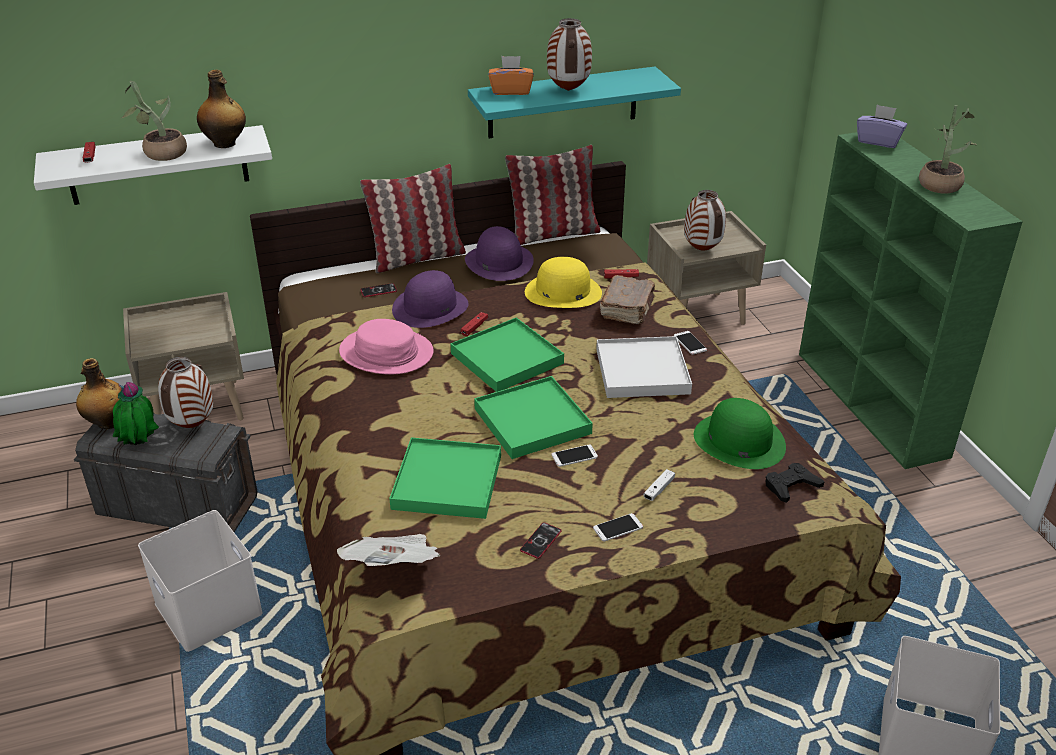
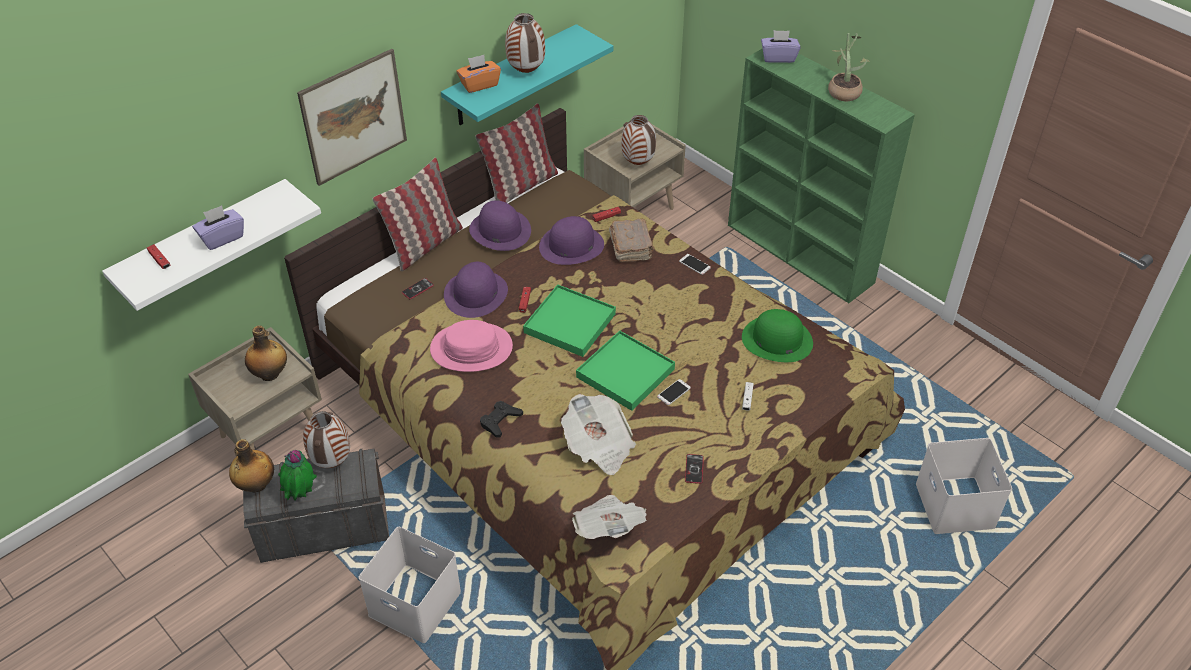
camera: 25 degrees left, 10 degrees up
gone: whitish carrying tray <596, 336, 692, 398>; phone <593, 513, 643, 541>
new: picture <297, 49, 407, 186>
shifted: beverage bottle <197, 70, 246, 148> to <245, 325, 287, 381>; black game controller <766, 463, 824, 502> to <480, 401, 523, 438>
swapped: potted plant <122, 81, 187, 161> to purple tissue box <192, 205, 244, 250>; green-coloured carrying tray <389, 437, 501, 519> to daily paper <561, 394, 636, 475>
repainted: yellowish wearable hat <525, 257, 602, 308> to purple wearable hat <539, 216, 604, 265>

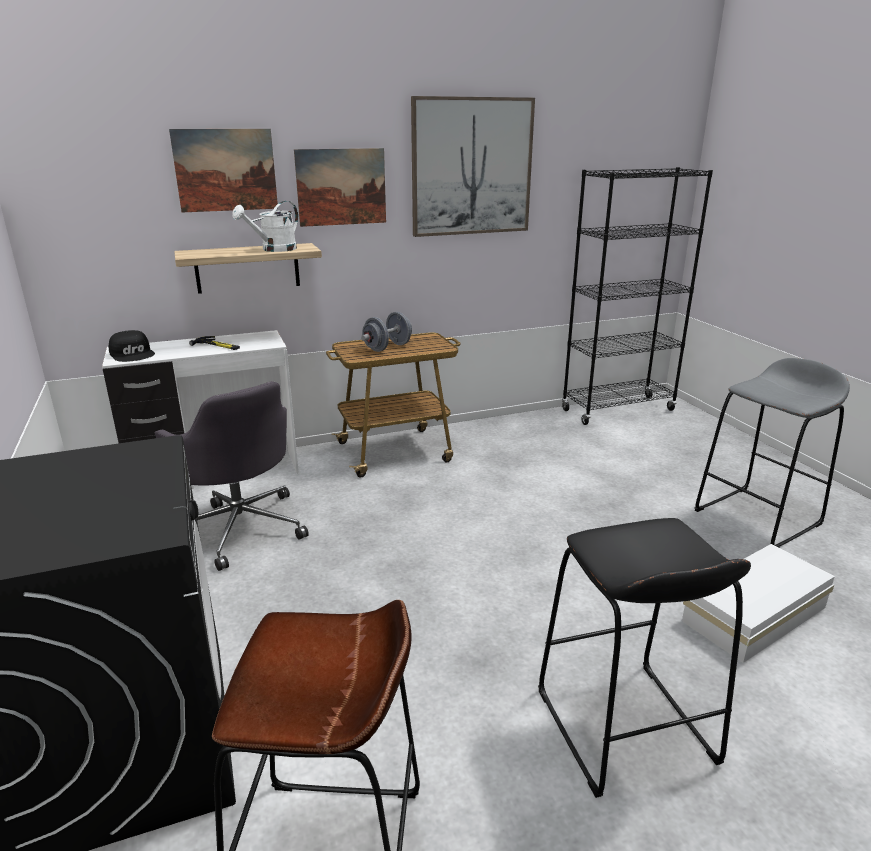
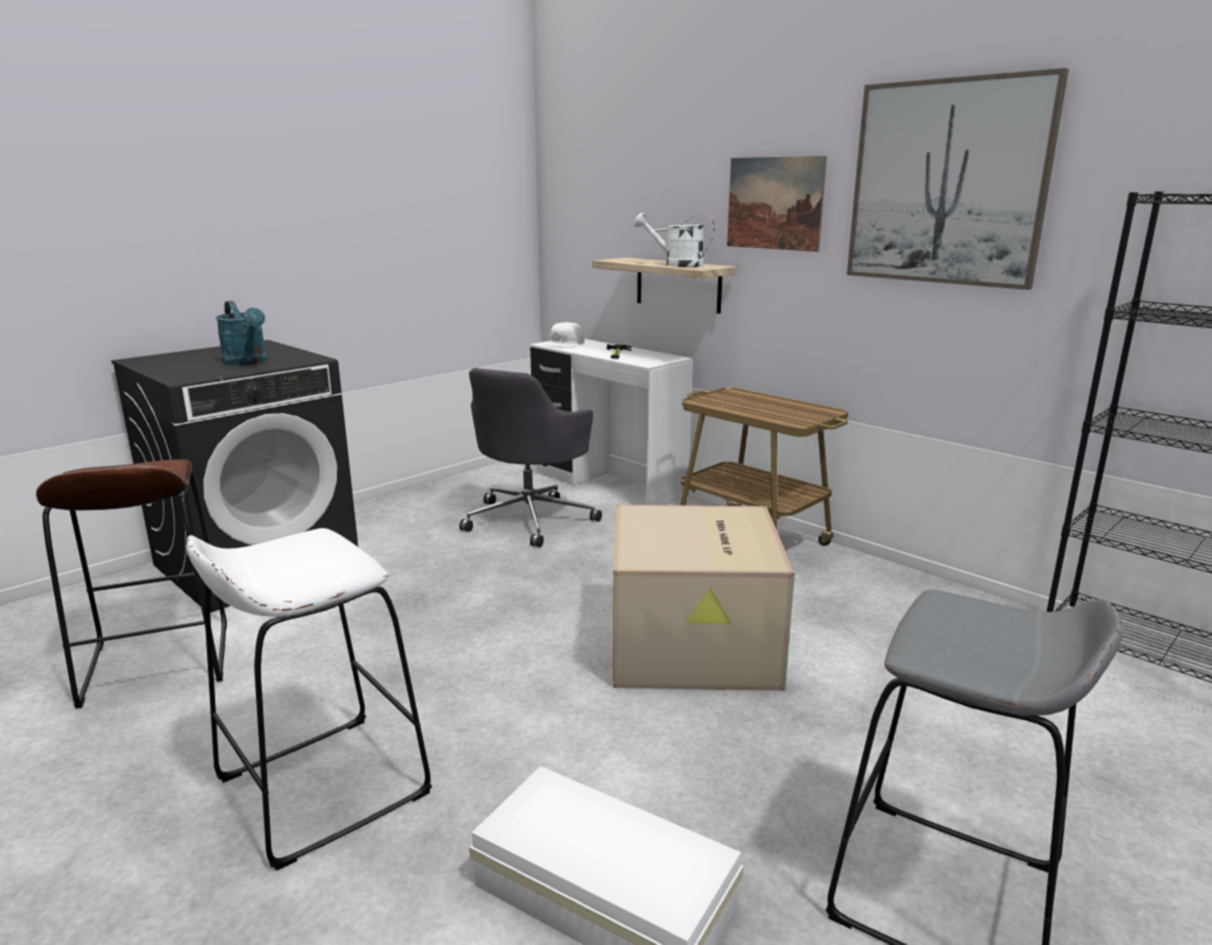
camera: 65 degrees right, 5 degrees down
gone: picture <169, 129, 278, 212>; grey hand weight <361, 312, 412, 352>
new: turquoise sprinkling can <216, 301, 267, 366>; carton <613, 505, 795, 691>
repainted: black cap <108, 330, 155, 362> to whitish cap <544, 322, 585, 347>; black sitting stool <538, 518, 751, 798> to whitish sitting stool <187, 528, 432, 871>

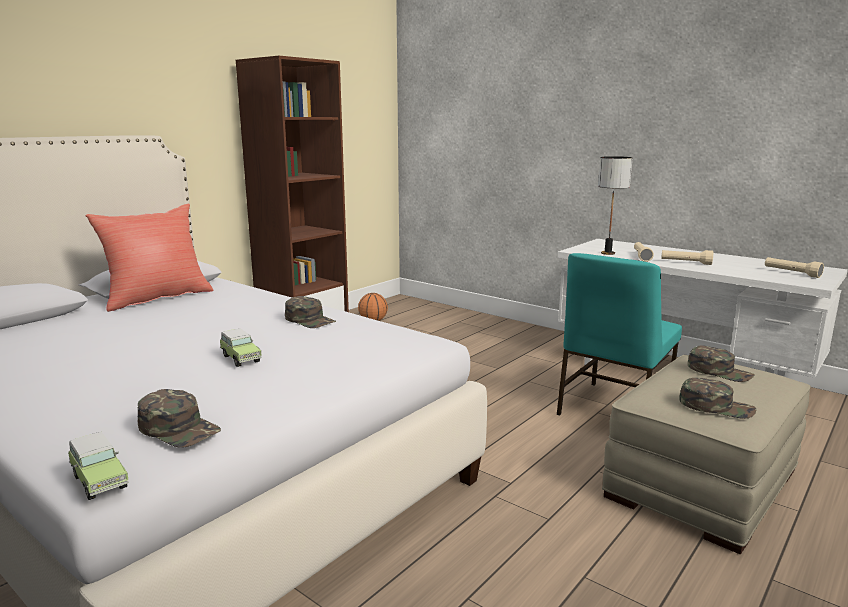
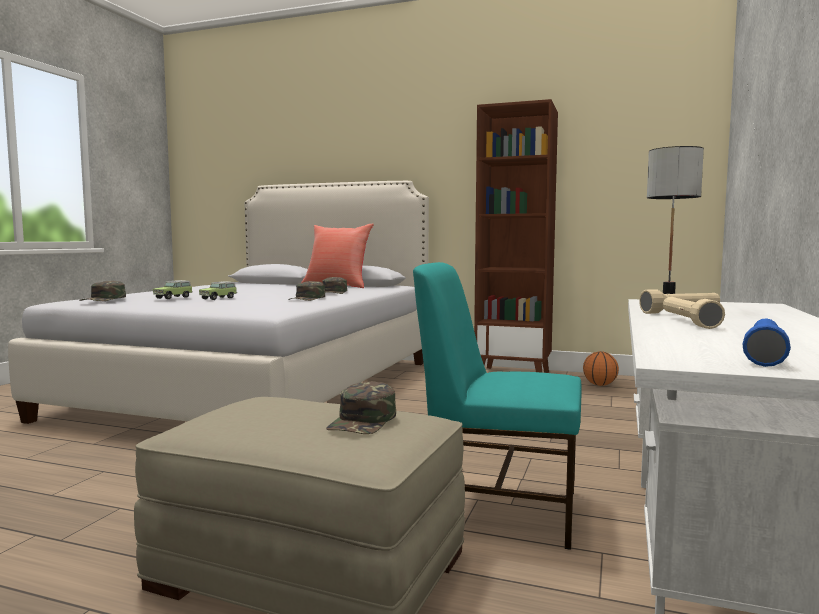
camera: 70 degrees right, 10 degrees down
shifted: green-coloured cap <679, 378, 756, 419> to <322, 277, 347, 294>; toy car <68, 432, 129, 500> to <153, 280, 193, 299>
repainted: beige-coloured hand torch <765, 257, 824, 278> to blue-coloured hand torch <742, 318, 791, 367>

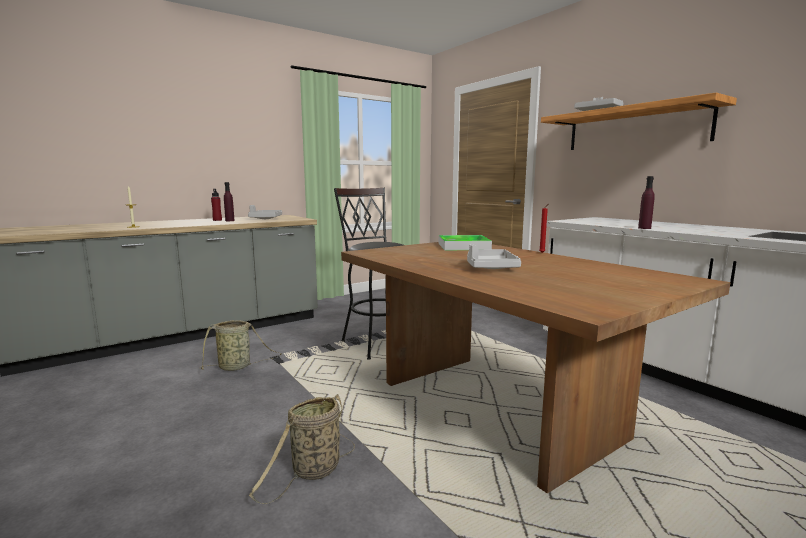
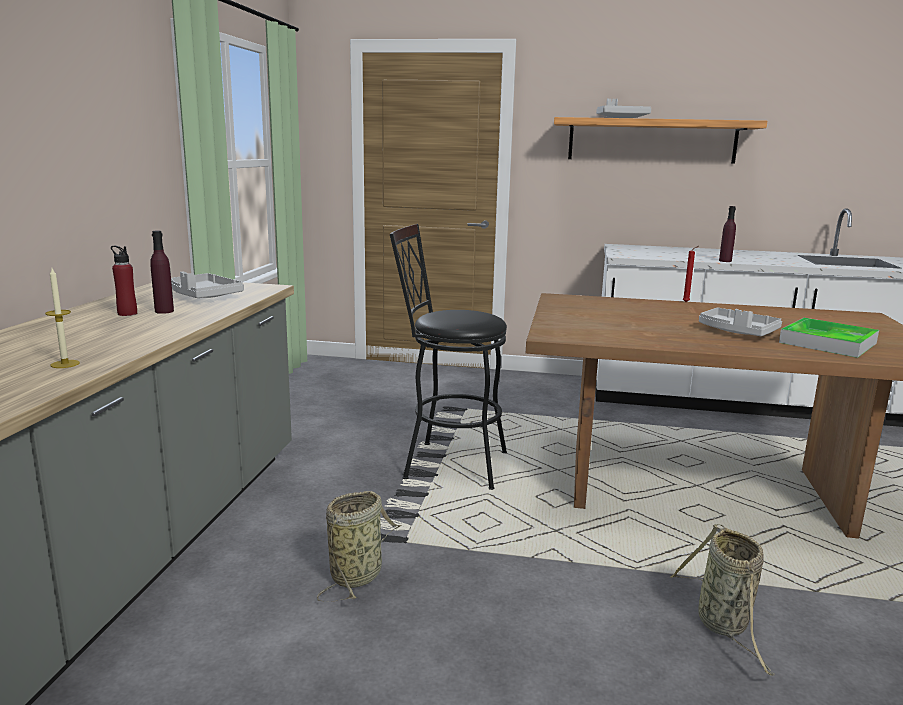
camera: 45 degrees left, 5 degrees up
shifted: carrying tray <439, 235, 492, 250> to <779, 318, 879, 358>

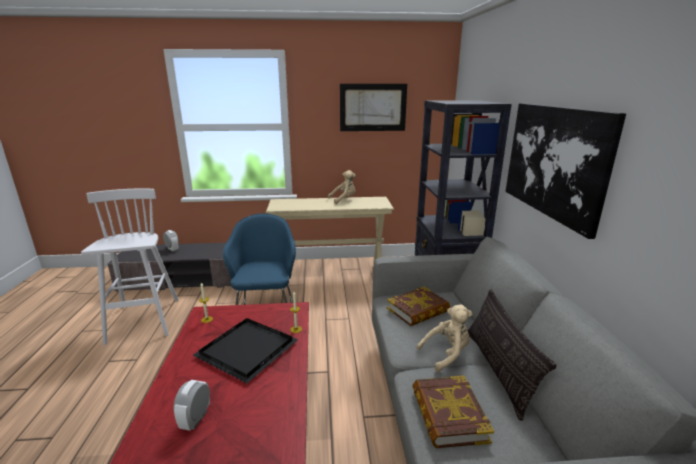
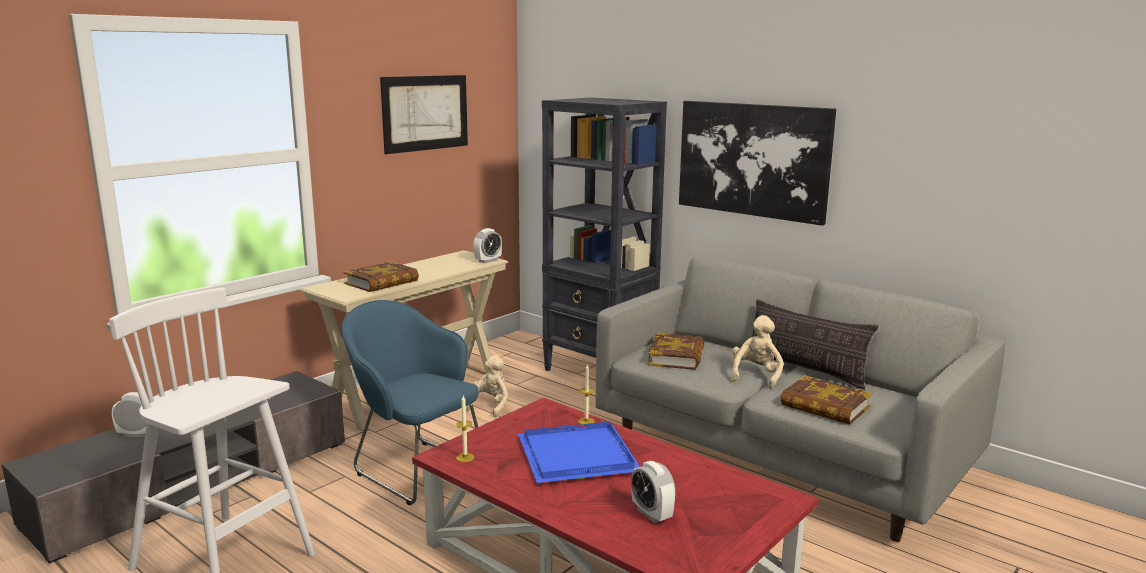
camera: 45 degrees left, 5 degrees down
new: table clock <474, 228, 502, 263>; volume <344, 261, 419, 292>
shifted: beige-coloured soft toy <328, 170, 356, 204> to <466, 355, 508, 417>
repainted: black carrying tray <193, 318, 298, 383> to blue-coloured carrying tray <518, 422, 640, 483>

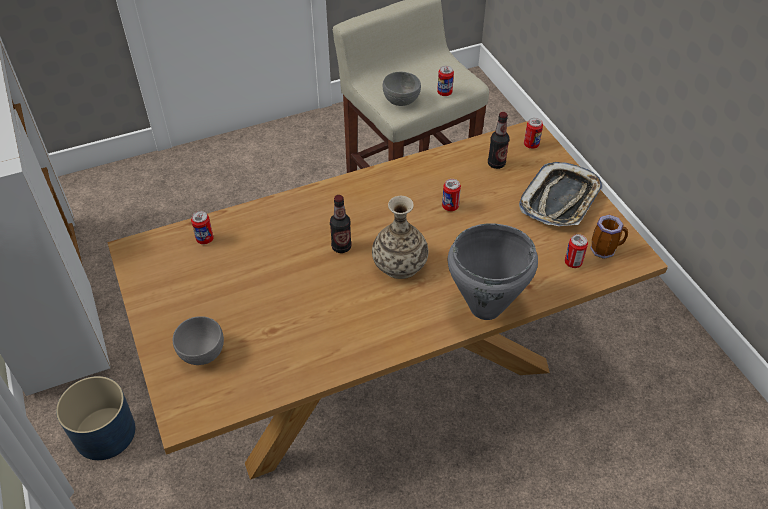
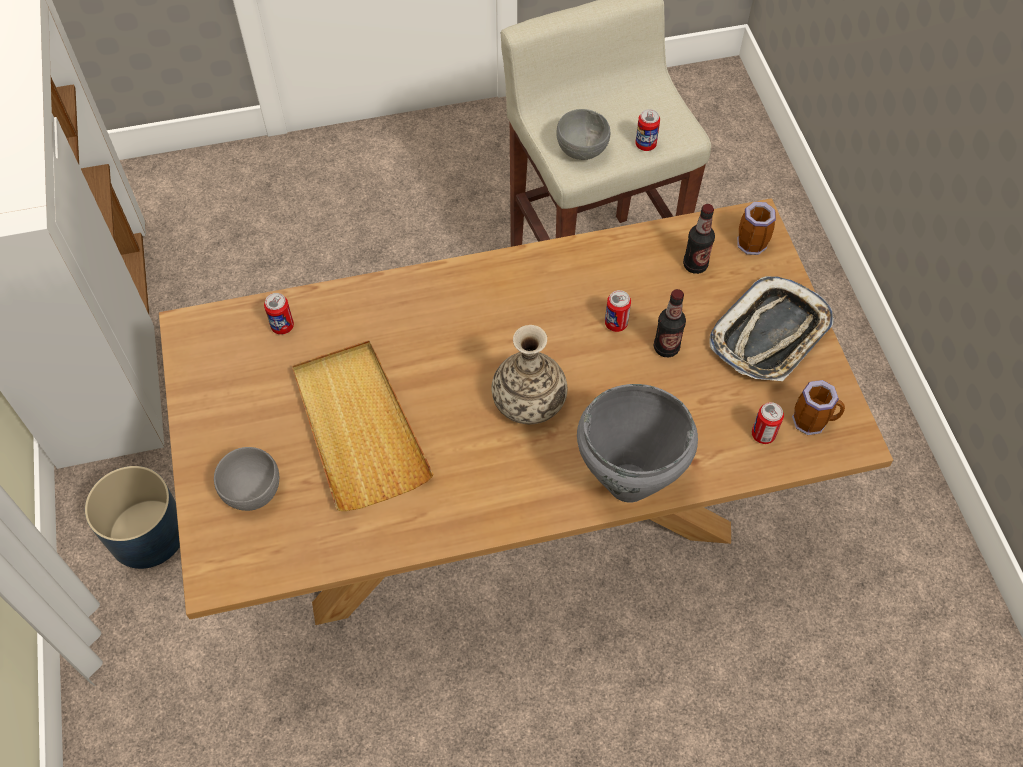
camera: 10 degrees right, 10 degrees up
new: beige-coloured carrying tray <292, 340, 434, 511>
shifted: beverage bottle <330, 195, 352, 253> to <654, 289, 686, 357>
swapped: sealed can <524, 118, 543, 149> to coffee mug <737, 202, 776, 255>

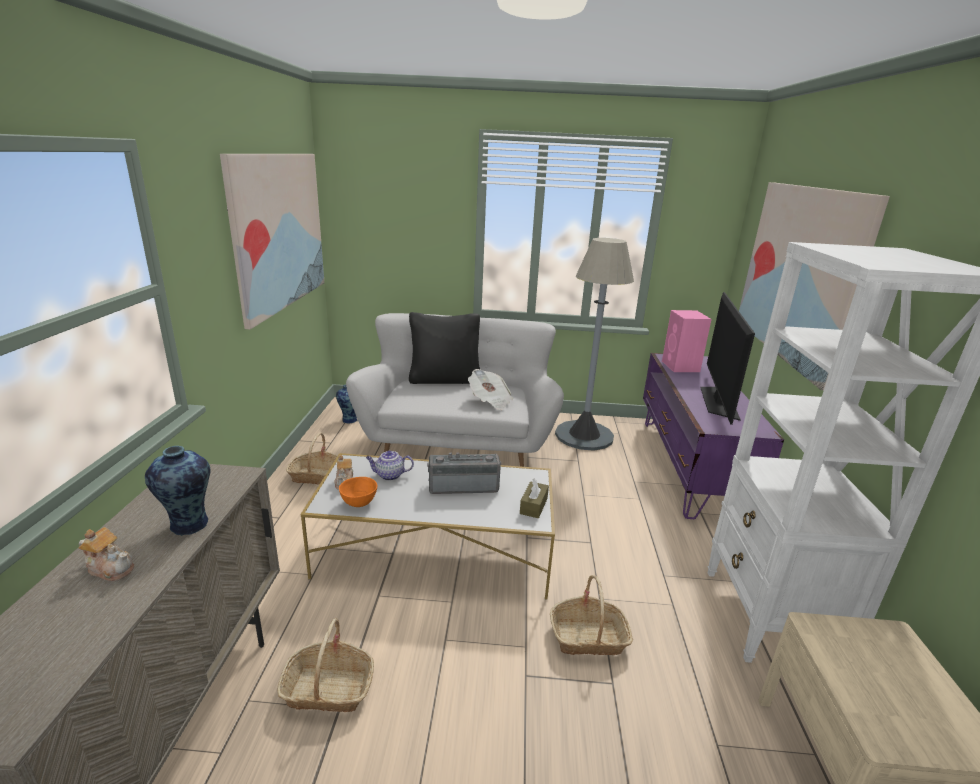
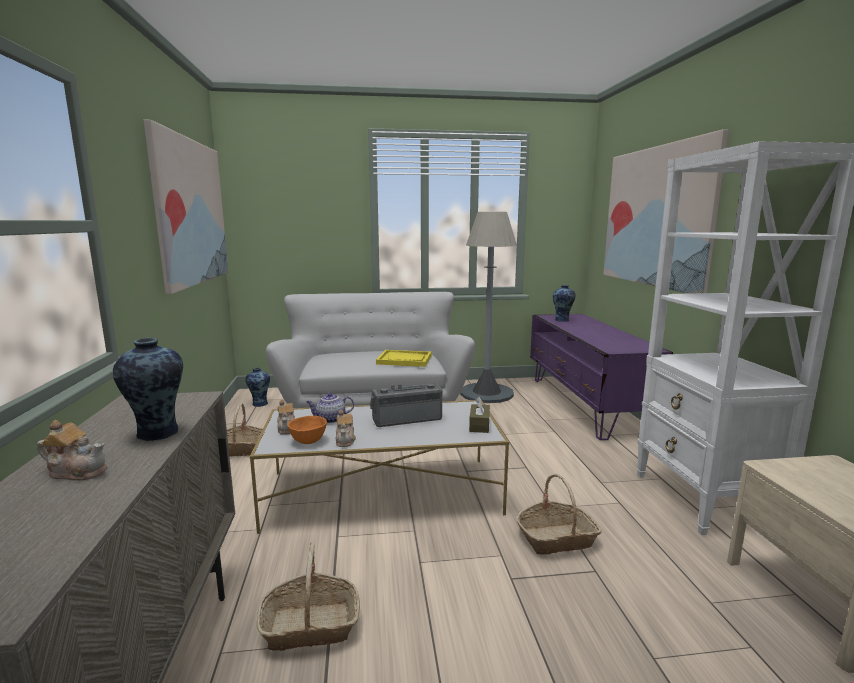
camera: 10 degrees left, 10 degrees down
gone: TV set <700, 292, 755, 425>; black throw pillow <409, 312, 480, 384>
new: tea pot <336, 410, 356, 447>
swapped: pink-coloured speaker <662, 310, 712, 372> to vase <553, 285, 576, 322>; daily paper <468, 369, 514, 410> to yellowish carrying tray <376, 350, 431, 367>

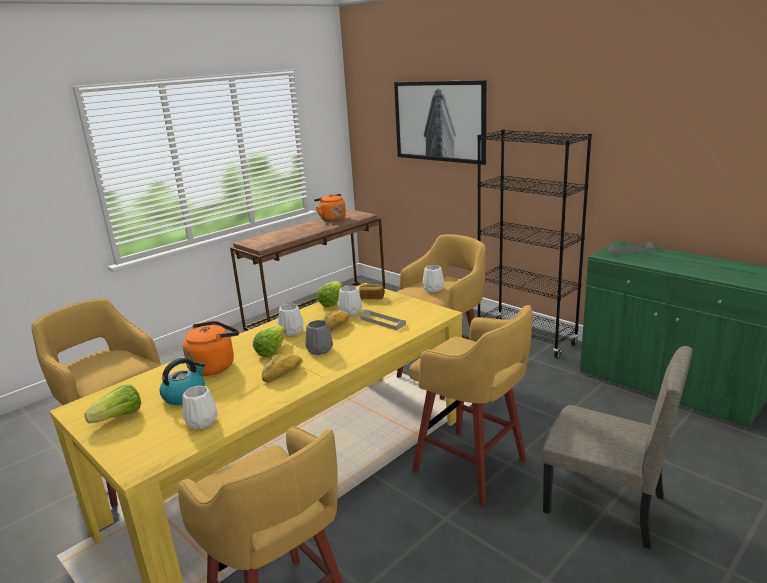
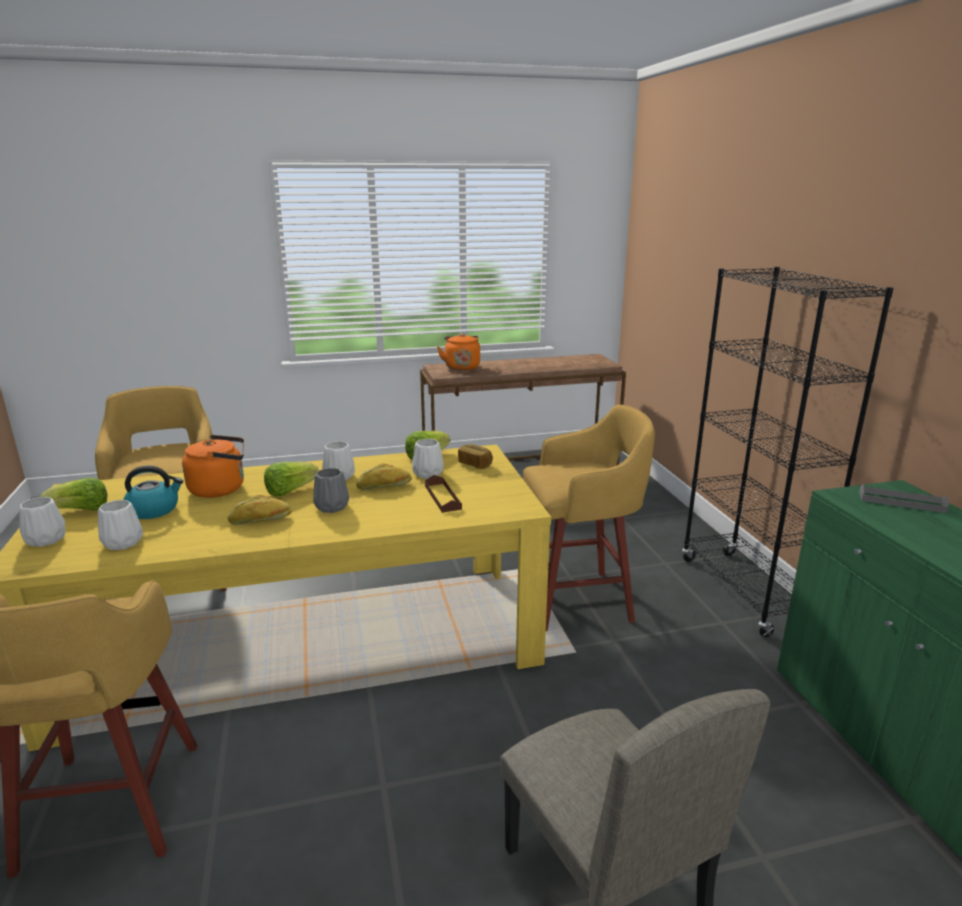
camera: 30 degrees right, 0 degrees up
gone: picture <394, 80, 486, 165>; yellowish sitting stool <409, 305, 533, 506>
shifted: orange-coloured tea kettle <314, 194, 346, 222> to <437, 334, 480, 371>; whitish vase <422, 265, 444, 292> to <20, 497, 66, 547>
repainted: grey carrying tray <360, 310, 406, 330> to brownish carrying tray <425, 475, 462, 513>

